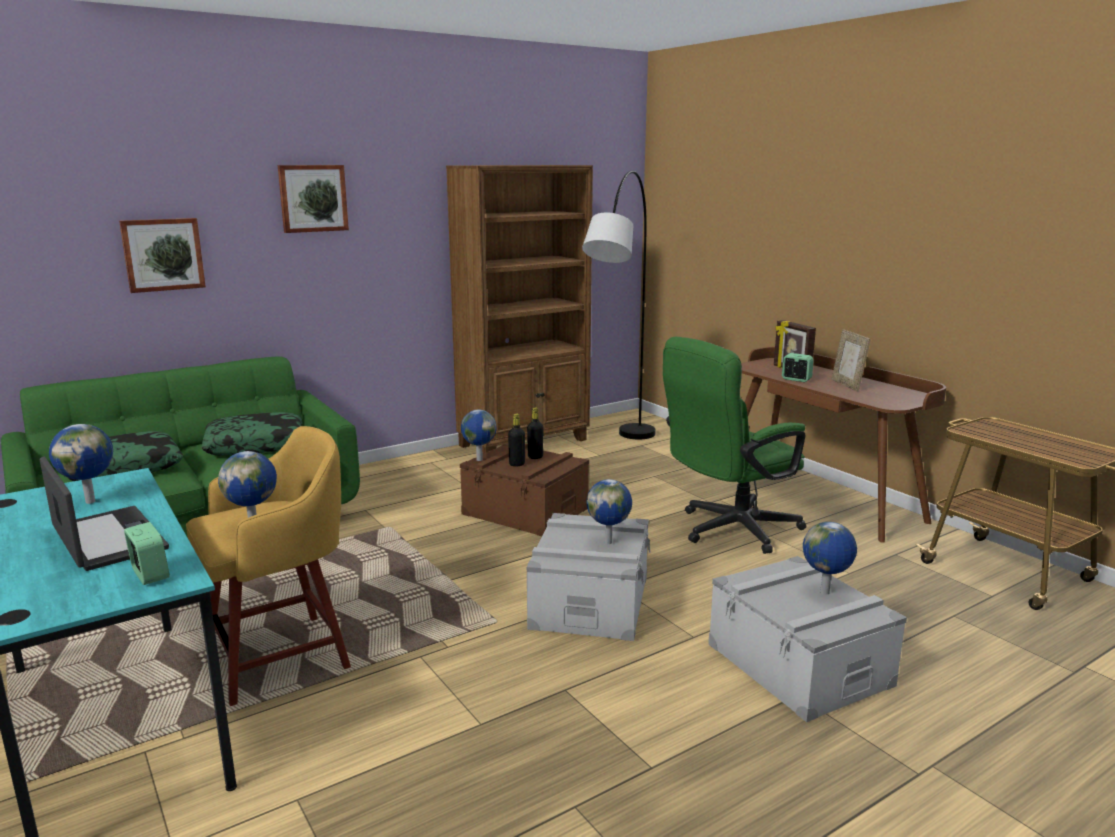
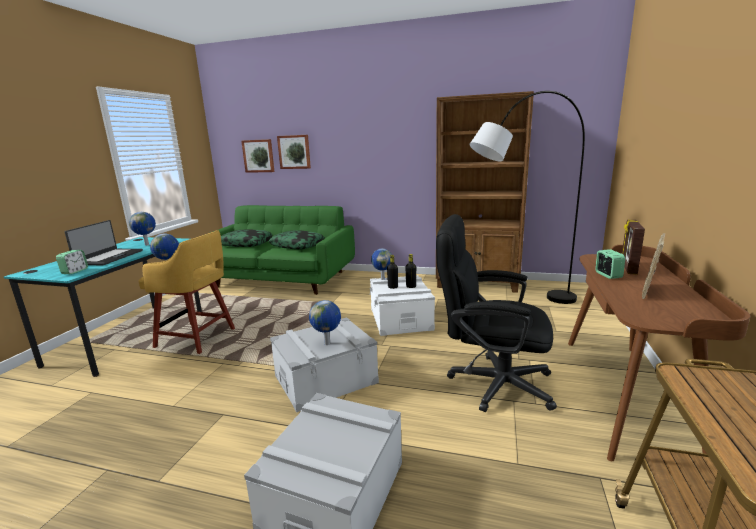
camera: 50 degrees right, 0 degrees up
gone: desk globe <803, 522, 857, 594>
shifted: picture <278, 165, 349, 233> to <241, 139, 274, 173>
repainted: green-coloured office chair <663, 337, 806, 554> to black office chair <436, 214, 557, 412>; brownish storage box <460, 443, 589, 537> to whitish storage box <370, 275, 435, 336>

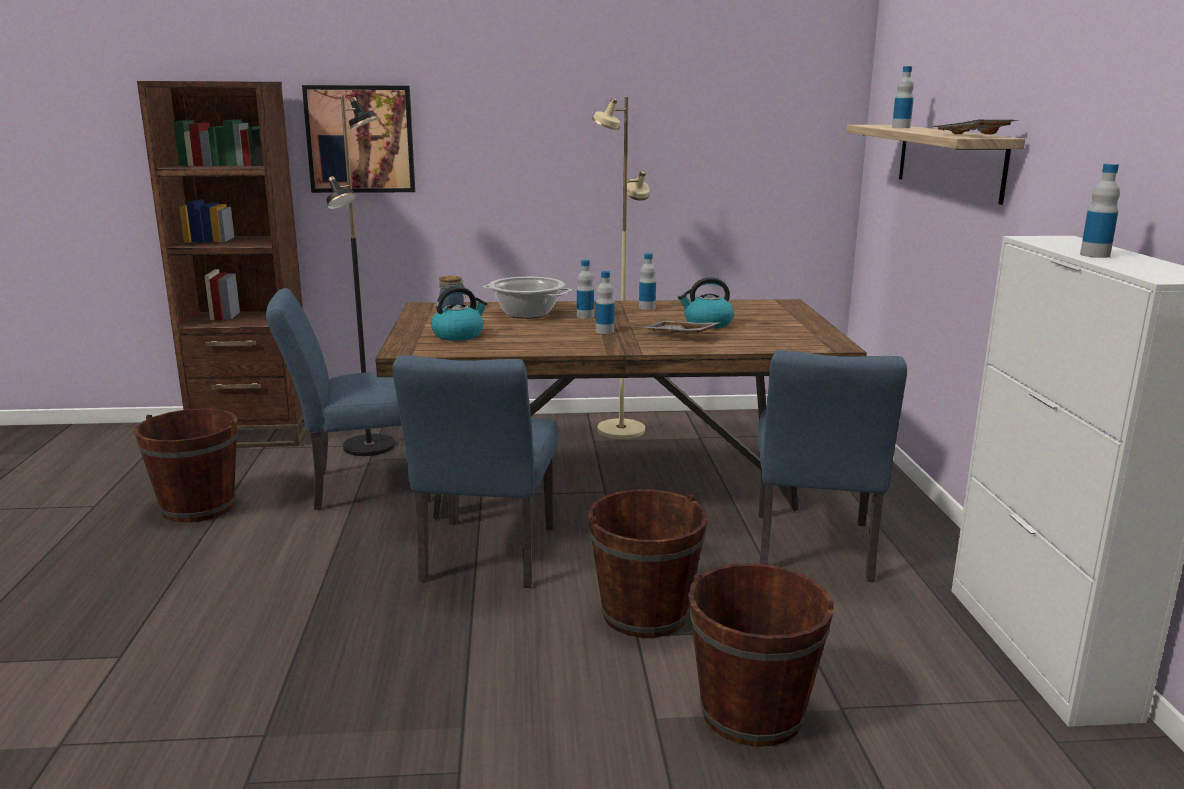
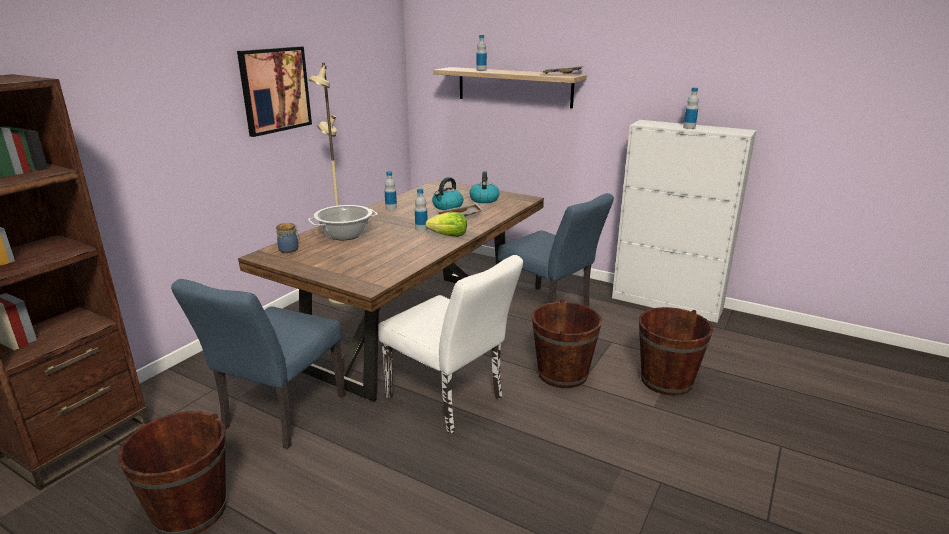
camera: 55 degrees left, 5 degrees up
gone: black floor lamp <326, 96, 395, 456>; beverage bottle <577, 260, 594, 319>
new: lettuce head <425, 212, 467, 237>
shifted: picture <302, 85, 415, 193> to <237, 46, 312, 137>; tea kettle <431, 286, 488, 341> to <469, 171, 500, 203>
repainted: blue-coloured chair <392, 355, 558, 588> to whitish chair <378, 255, 523, 434>

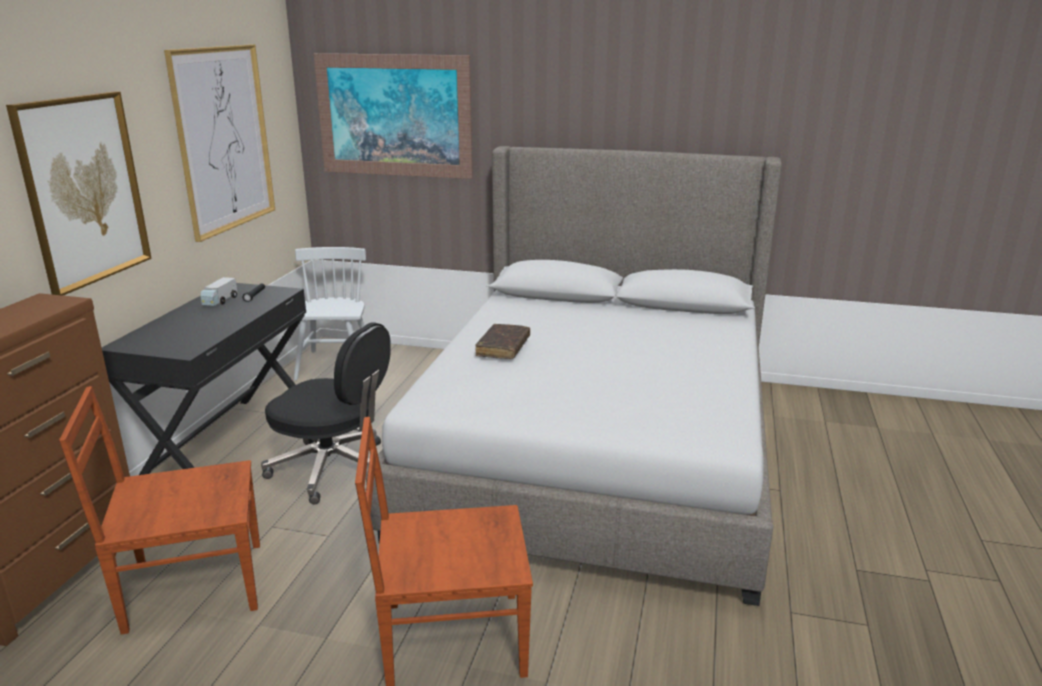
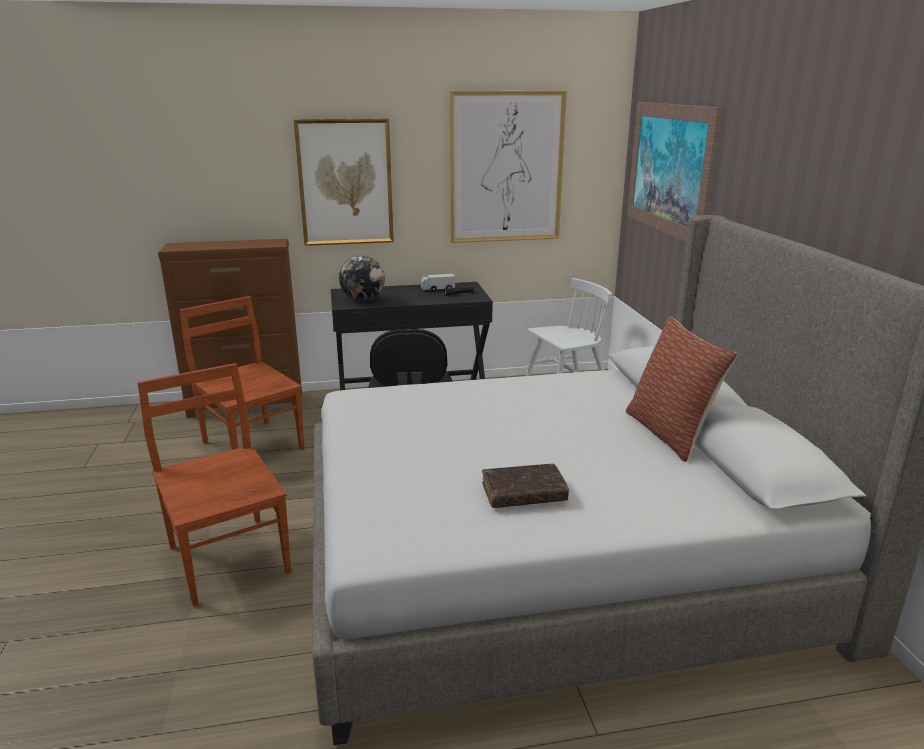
camera: 65 degrees right, 0 degrees up
new: desk globe <339, 255, 385, 301>; throw pillow <626, 316, 738, 462>
shifted: brownish volume <475, 324, 530, 359> to <482, 464, 569, 508>

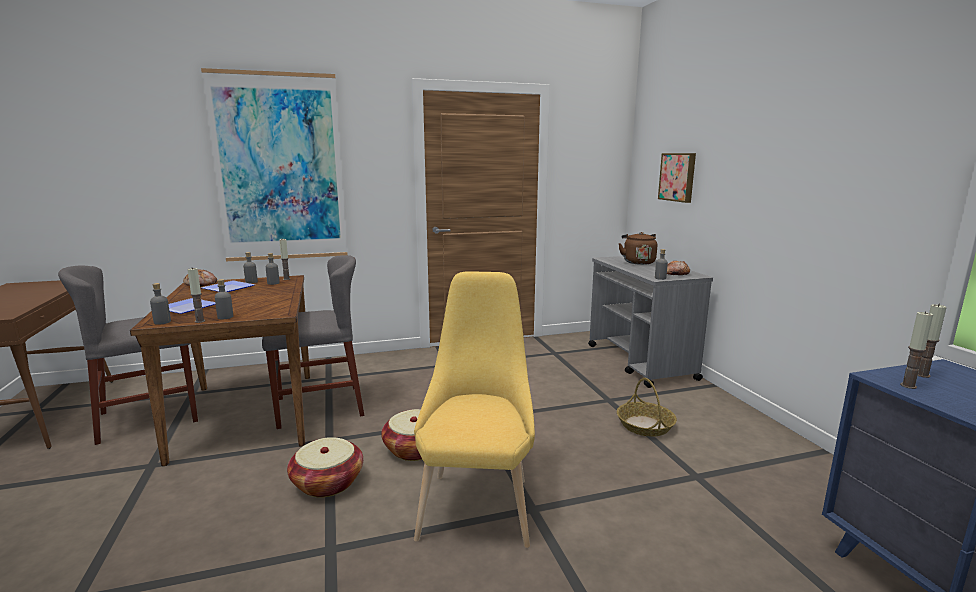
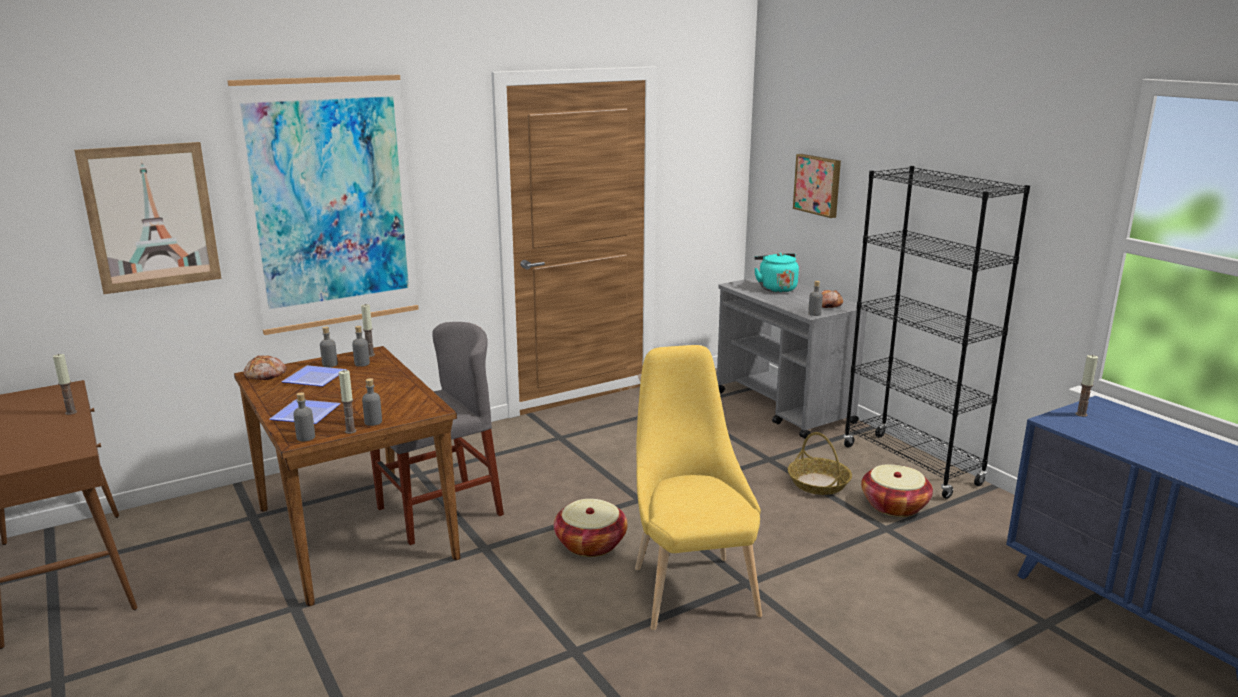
camera: 15 degrees left, 5 degrees up
gone: grey chair <58, 266, 198, 445>
new: picture <74, 142, 222, 294>; black bookshelf <843, 166, 1030, 499>
shifted: wax light <900, 311, 933, 389> to <53, 354, 77, 415>; household basket <287, 437, 363, 498> to <861, 464, 933, 517>
repainted: brownish tea kettle <618, 232, 657, 265> to turquoise tea kettle <754, 253, 799, 293>

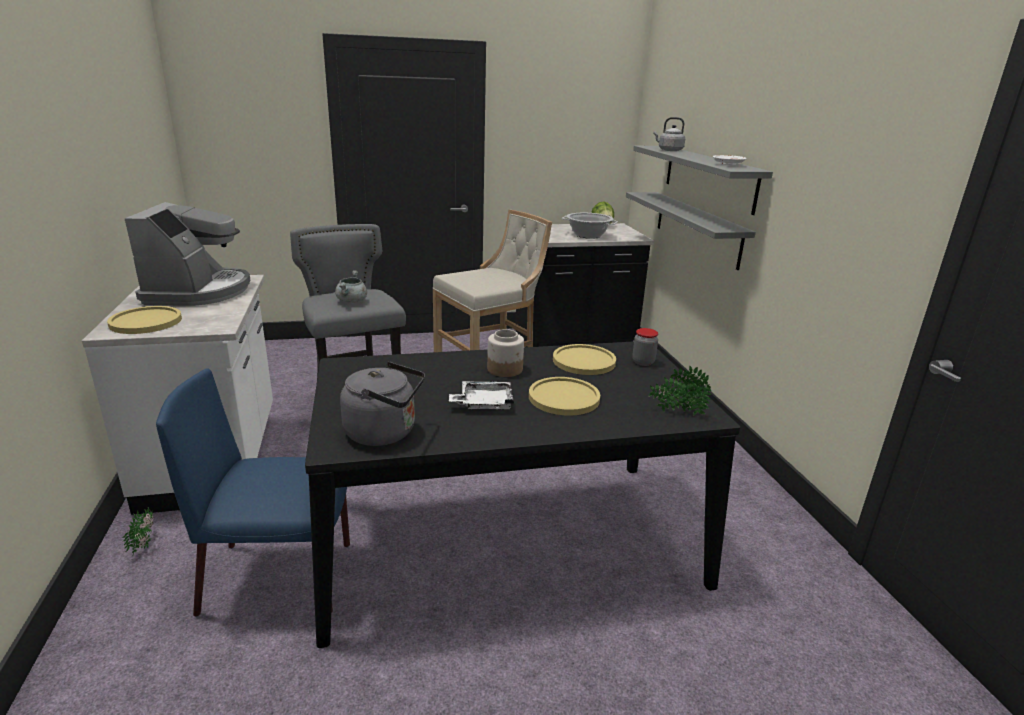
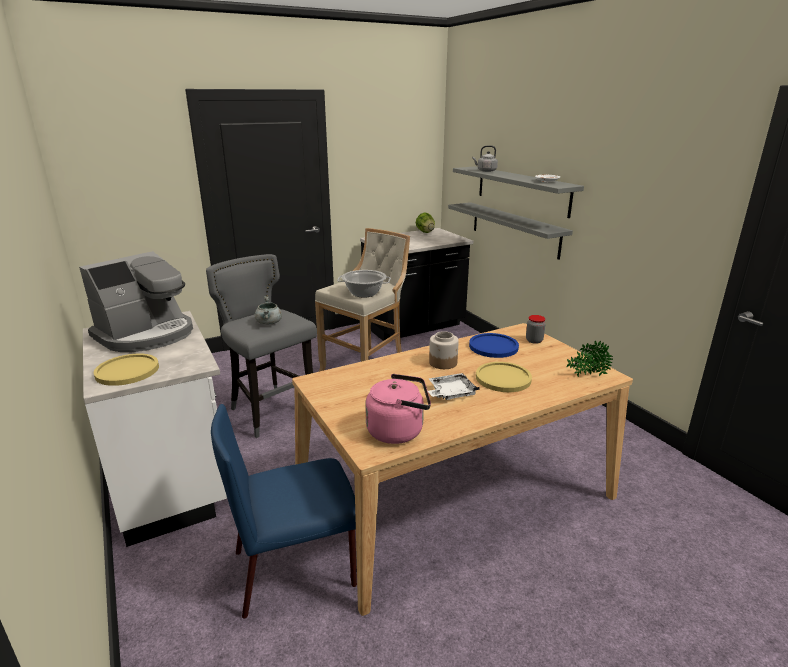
camera: 15 degrees left, 0 degrees up
gone: potted plant <122, 507, 154, 556>
shifted: saucepot <562, 213, 618, 239> to <337, 270, 391, 298>
repainted: black dinner table <305, 341, 740, 648> to beige-coloured dinner table <292, 323, 633, 616>; yellowish plate <553, 344, 616, 375> to blue-coloured plate <469, 333, 519, 358>; grey tea kettle <340, 362, 425, 446> to pink-coloured tea kettle <365, 374, 431, 444>
rotated: coffee brewer <124, 202, 250, 306> = <79, 251, 193, 352> 60 degrees clockwise

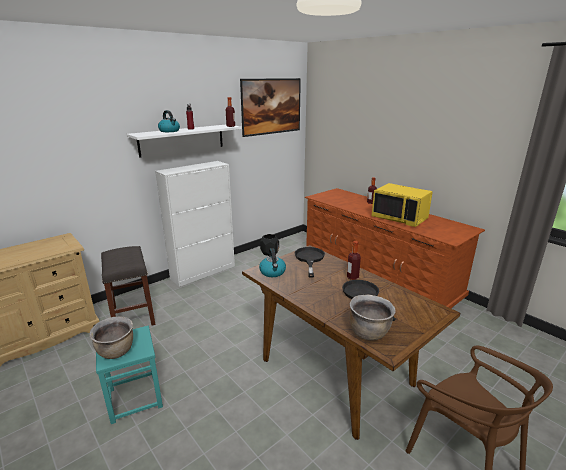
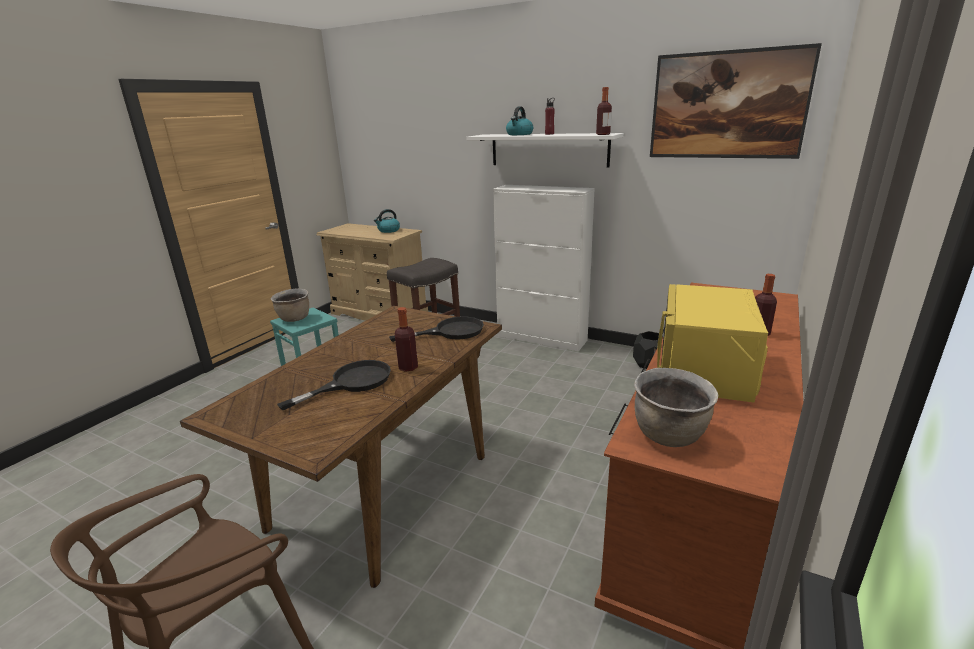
camera: 70 degrees right, 0 degrees up
shifted: tea kettle <259, 248, 286, 277> to <374, 209, 400, 233>; brownish saucepot <350, 295, 396, 340> to <634, 368, 718, 447>

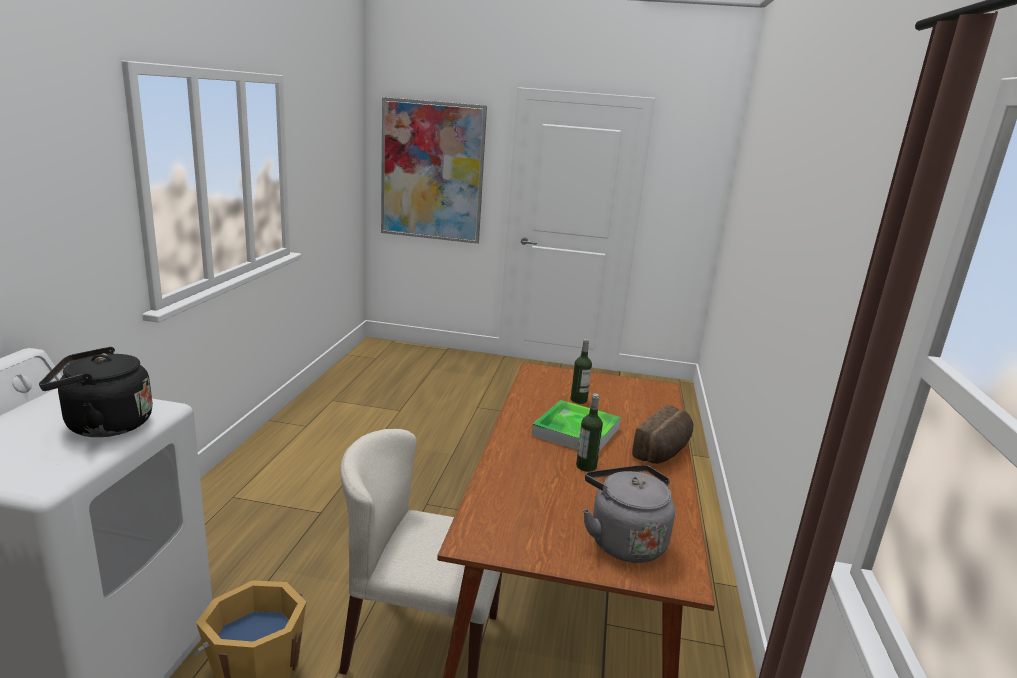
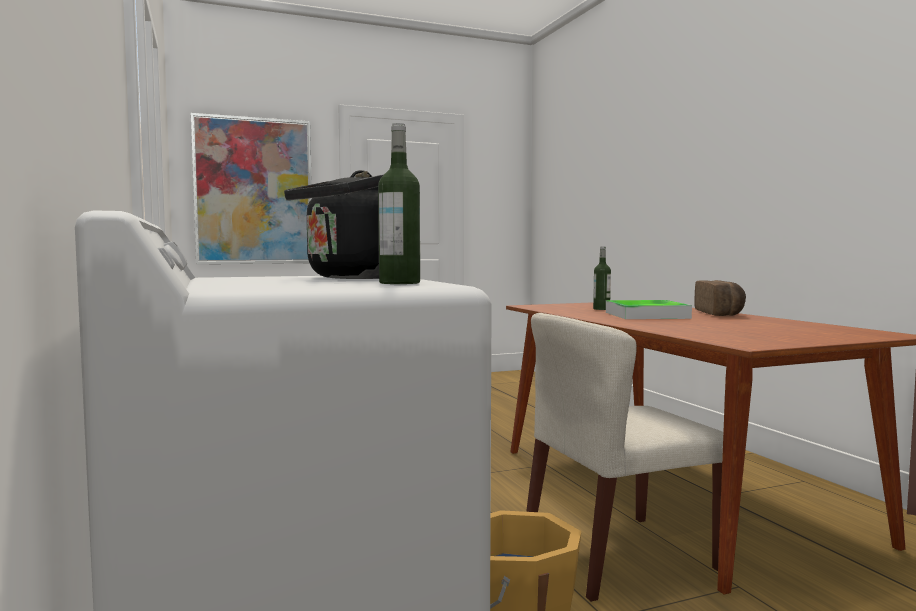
camera: 30 degrees left, 15 degrees down
gone: grey tea kettle <583, 465, 675, 563>
shifted: beverage bottle <576, 394, 603, 472> to <378, 123, 420, 284>

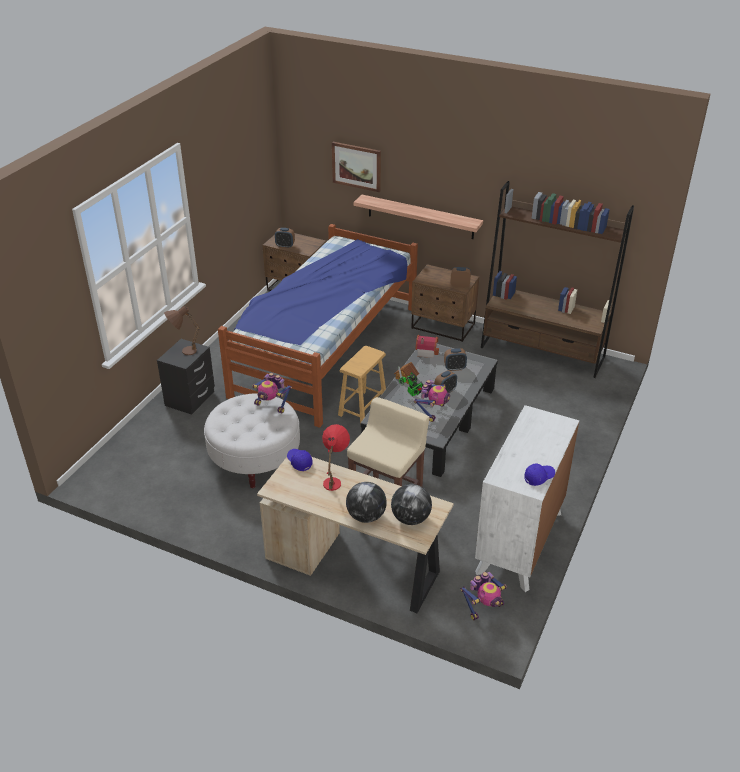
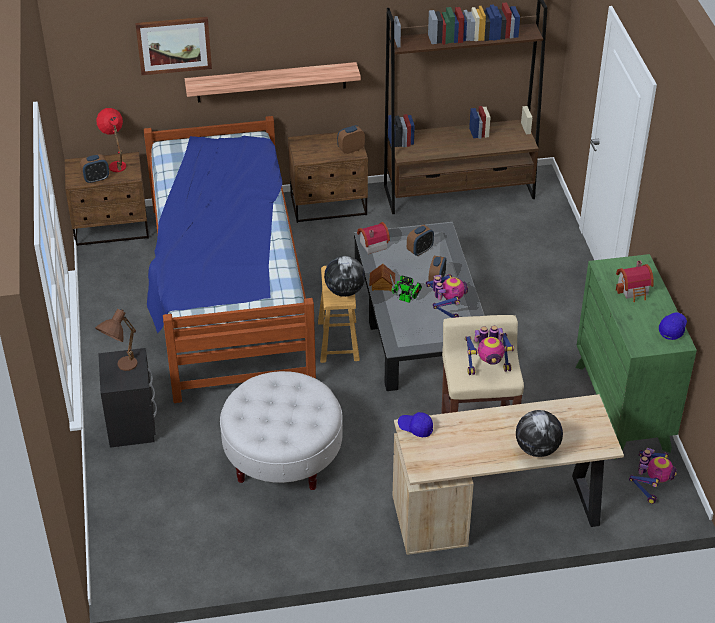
camera: 35 degrees left, 5 degrees up
new: toy house <616, 261, 654, 302>
shifted: model robot <252, 373, 292, 414> to <465, 326, 515, 375>; red tabletop lamp <322, 424, 350, 491> to <96, 108, 126, 172>; desk globe <391, 484, 432, 525> to <324, 256, 365, 297>
repainted: whitish dresser <475, 405, 579, 592> to green-coloured dresser <575, 254, 697, 460>

